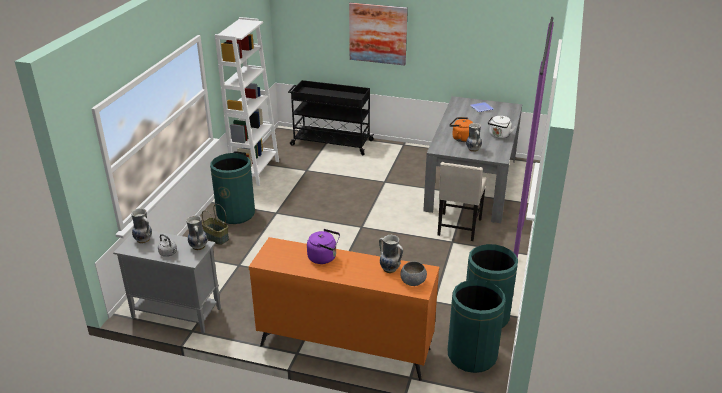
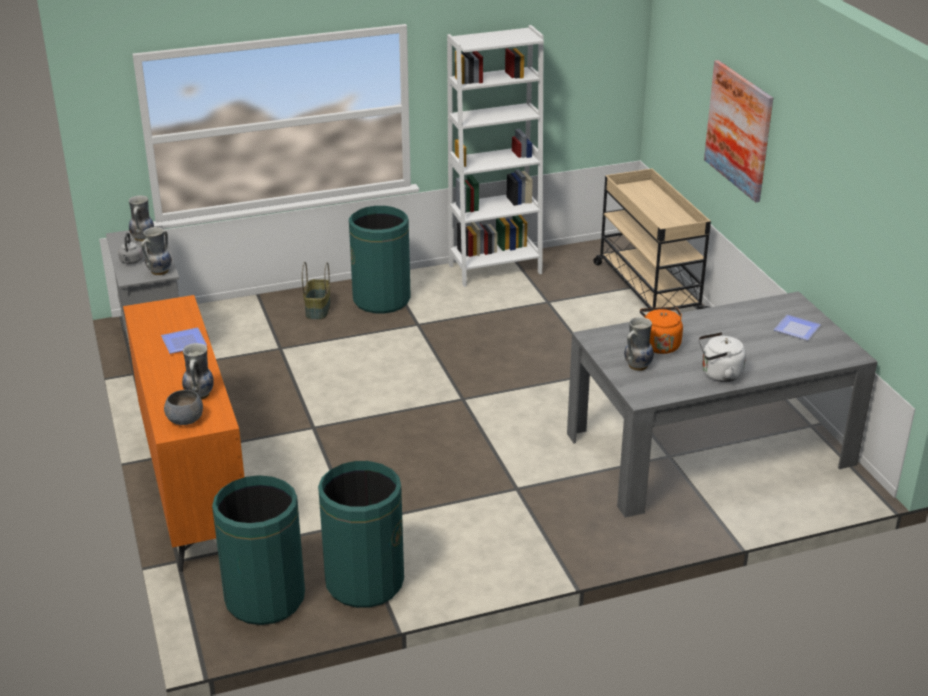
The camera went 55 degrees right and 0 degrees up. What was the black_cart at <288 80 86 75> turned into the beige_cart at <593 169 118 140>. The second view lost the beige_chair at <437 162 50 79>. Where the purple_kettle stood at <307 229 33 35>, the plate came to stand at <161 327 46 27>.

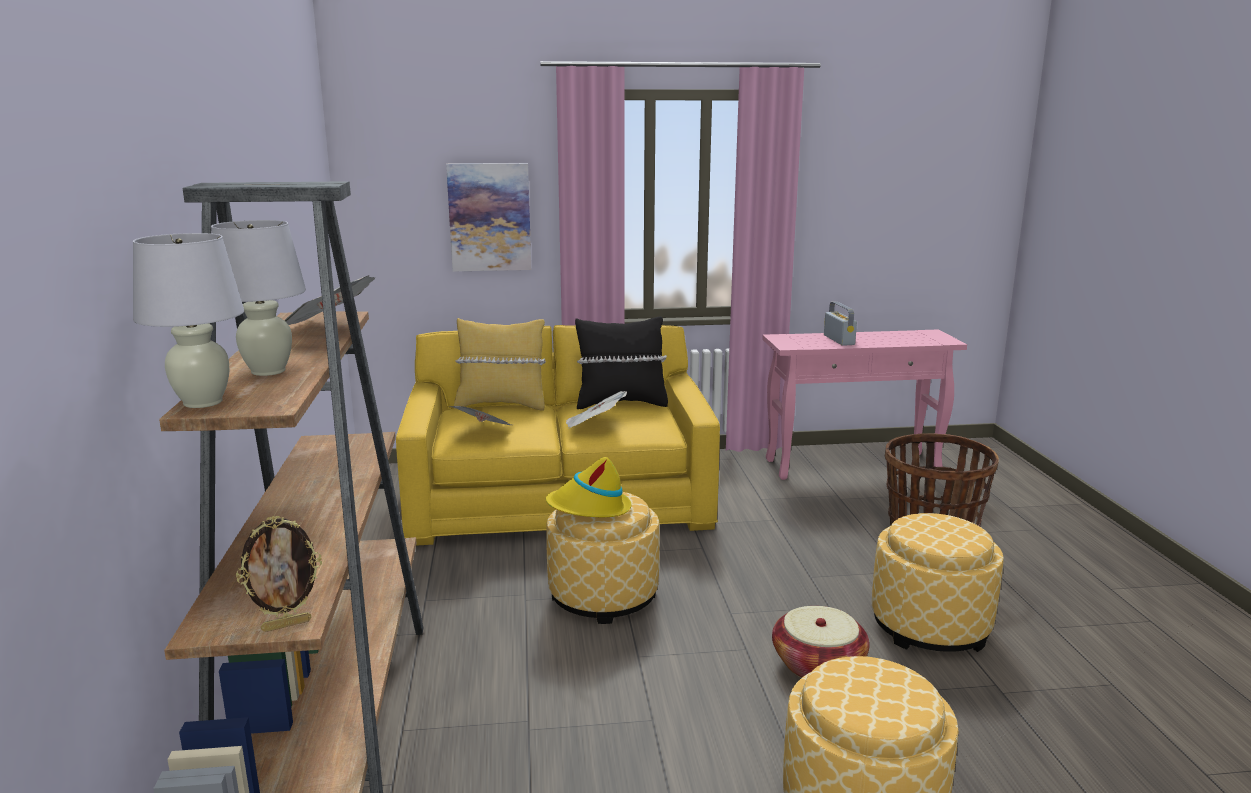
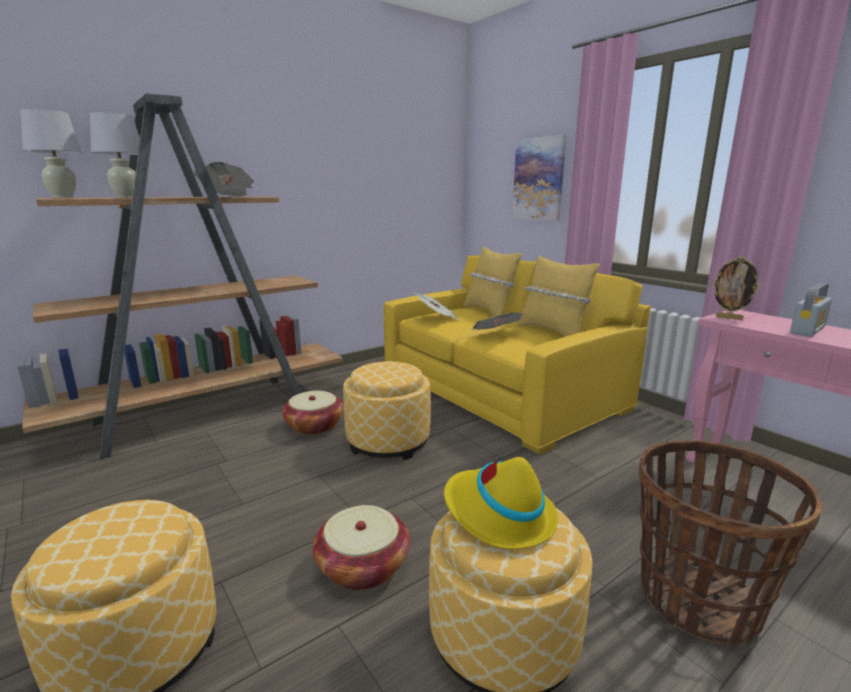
The camera went 60 degrees right and 0 degrees up. What was the black_pillow at <575 317 93 92> turned into the yellow_pillow at <517 255 83 82>. The yellow_hat ended up elsewhere, having gone from <546 457 85 60> to <444 457 114 92>. The picture_frame ended up elsewhere, having gone from <236 516 86 116> to <712 256 49 64>. The second view gained the basket at <282 391 62 44>.

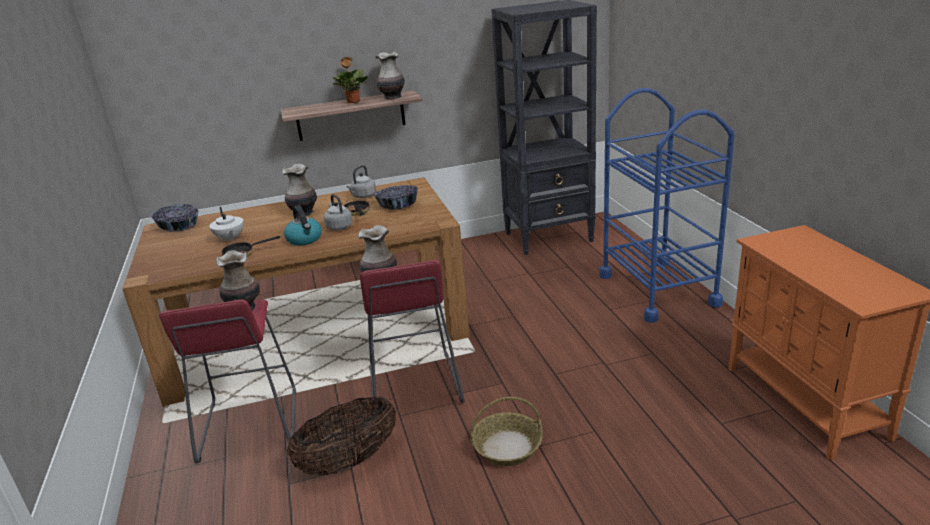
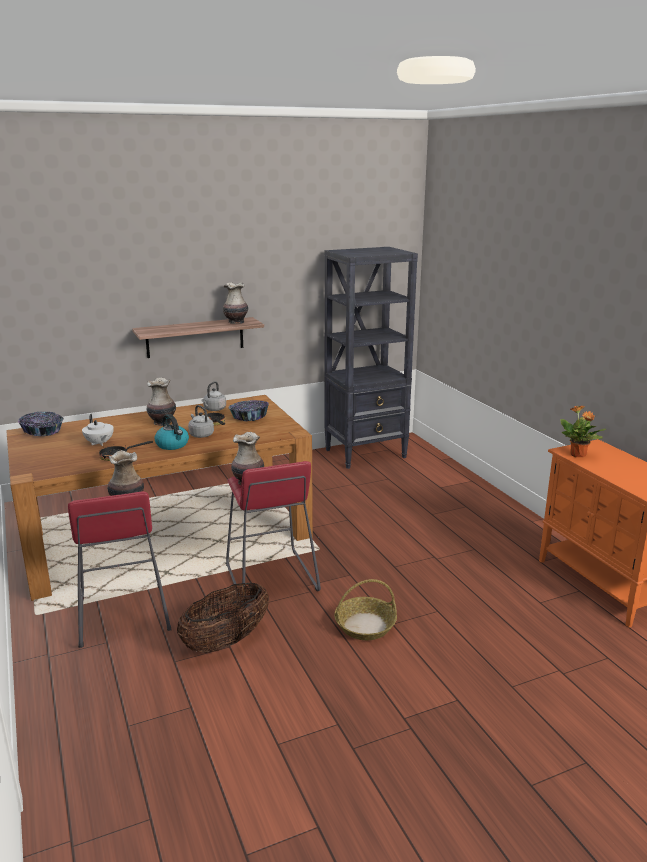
The camera went 10 degrees left and 5 degrees down. The potted_plant ended up elsewhere, having gone from <332 57 36 46> to <560 405 46 52>. The second view lost the blue_cart at <599 88 136 235>.

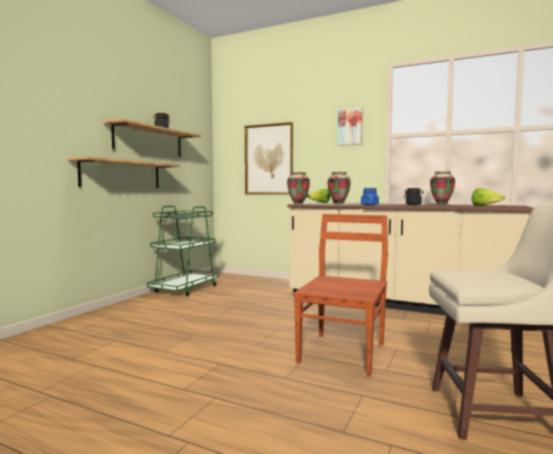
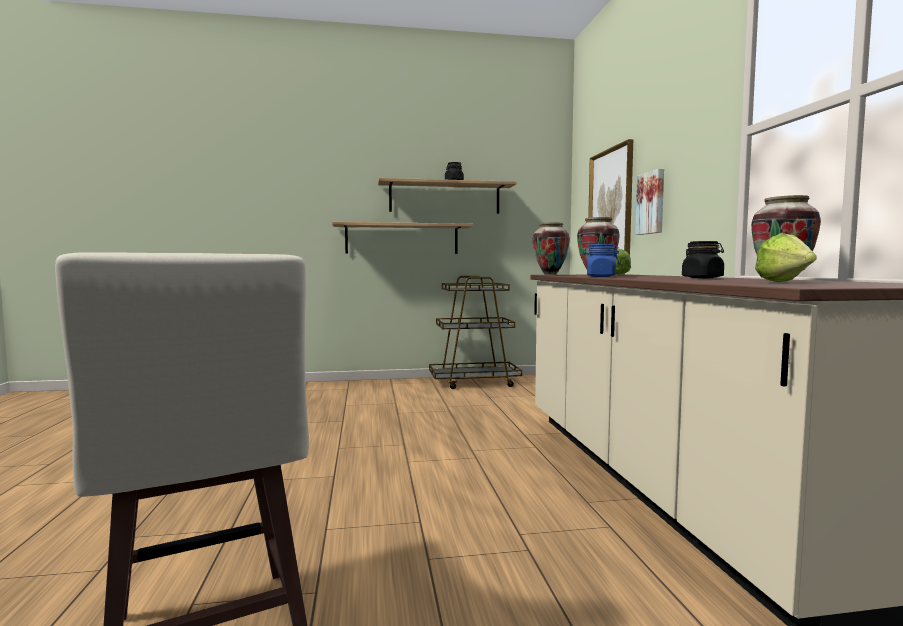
The camera went 55 degrees right and 0 degrees up. The picture ended up elsewhere, having gone from <338 107 24 39> to <635 169 29 66>. What was the green_cart at <147 206 72 91> turned into the brown_cart at <429 276 93 113>. The second view lost the brown_chair at <293 214 95 162>.

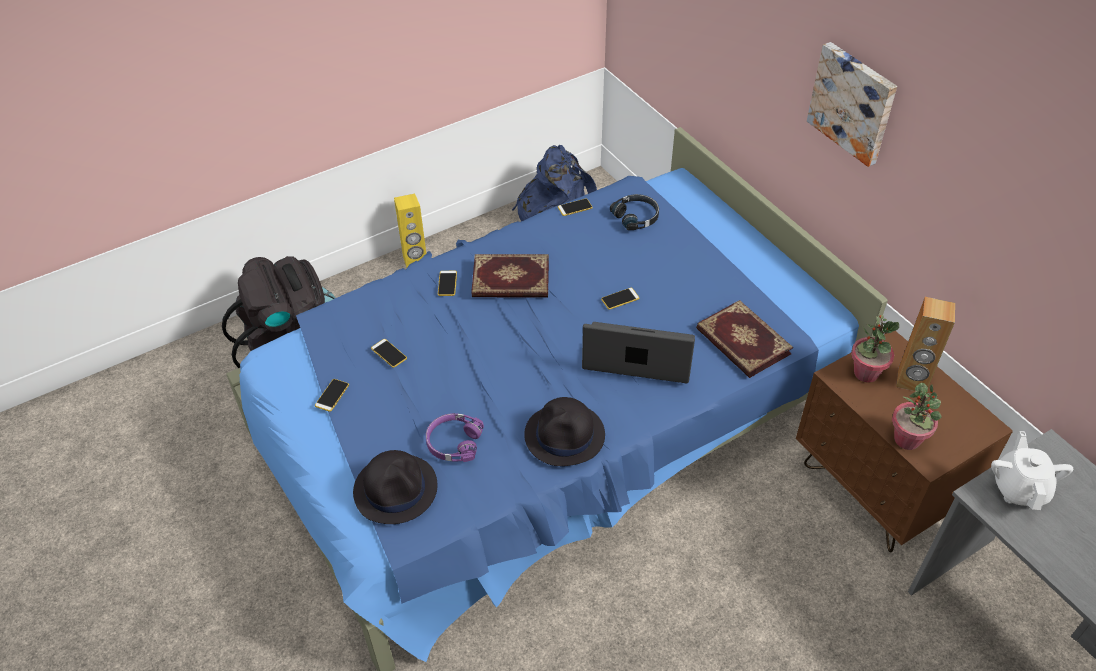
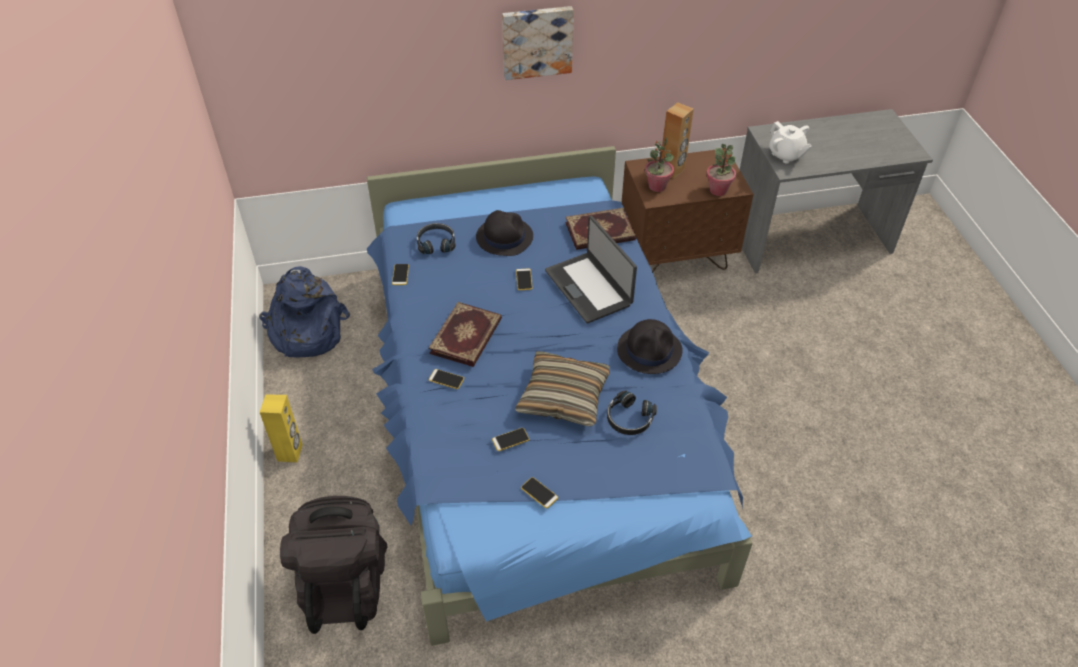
The camera went 70 degrees left and 0 degrees up. The laptop at <582 322 113 61> ended up facing another way, 60 degrees counterclockwise from before. What was the purple_headphones at <426 413 58 49> turned into the black_headphones at <607 390 50 45>. The white_teapot at <991 431 82 79> ended up facing another way, 150 degrees counterclockwise from before. The black_hat ended up elsewhere, having gone from <353 450 84 74> to <476 210 57 46>. The second view gained the pillow at <515 351 95 75>.

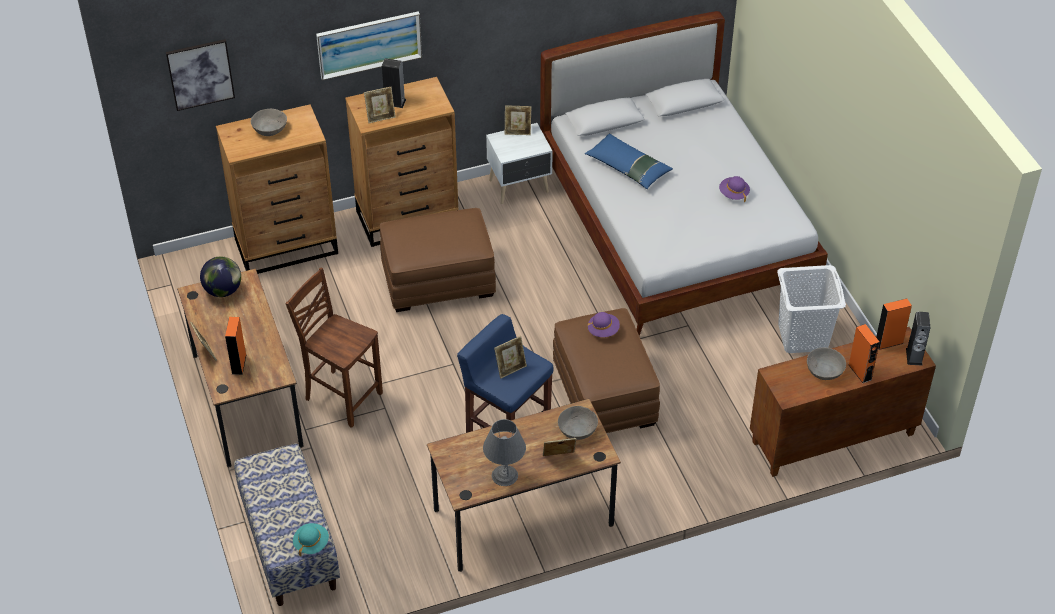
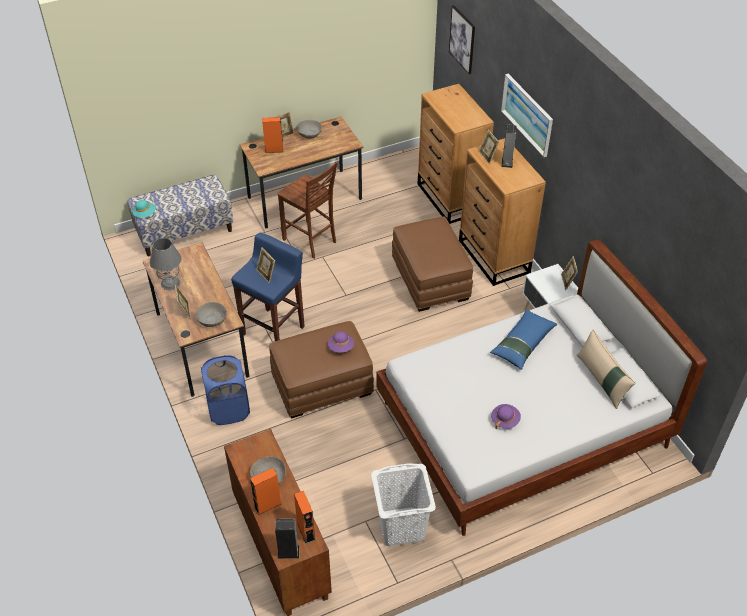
The camera went 85 degrees right and 0 degrees up. The grey_bowl ended up elsewhere, having gone from <251 109 36 27> to <297 120 25 19>. The second view lost the globe at <200 256 41 41>. The brown_chair at <285 267 98 161> ended up facing another way, 105 degrees clockwise from before. The second view gained the beige_pillow at <577 330 59 79>. The second view gained the blue_laundry_basket at <201 355 49 70>.

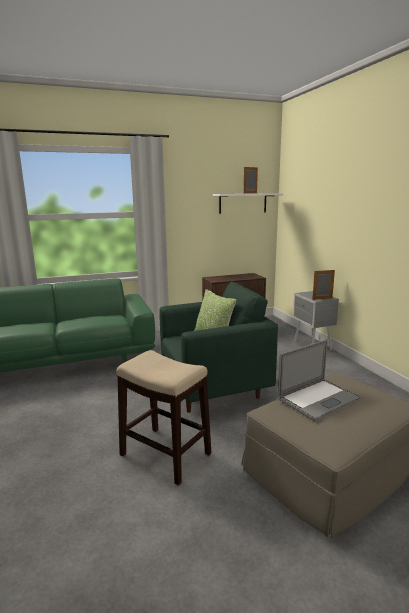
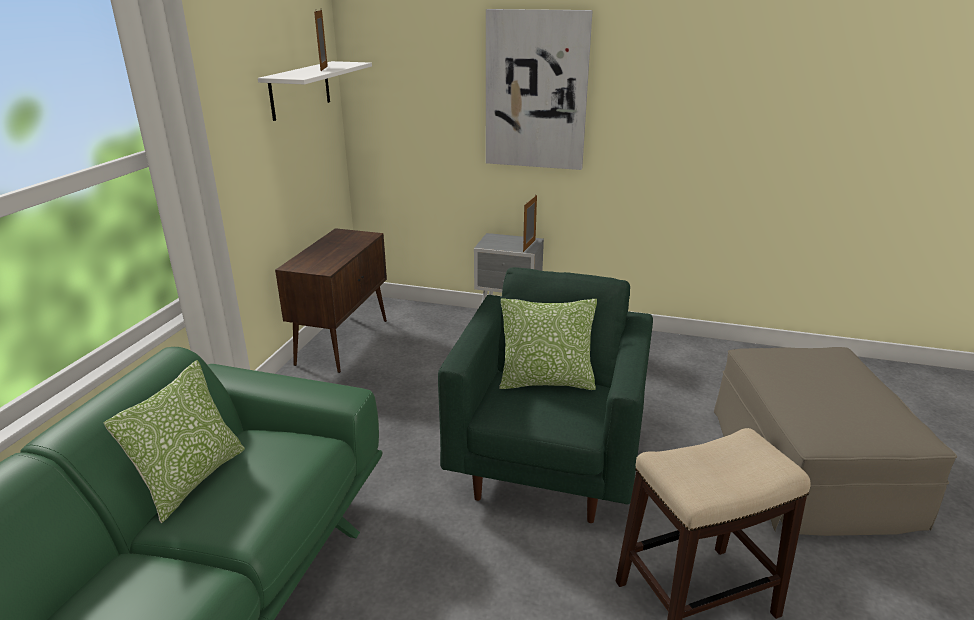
The camera went 55 degrees left and 10 degrees up. The second view lost the laptop at <277 339 85 82>. The second view gained the picture at <486 9 107 161>. The second view gained the pillow at <103 360 142 163>.

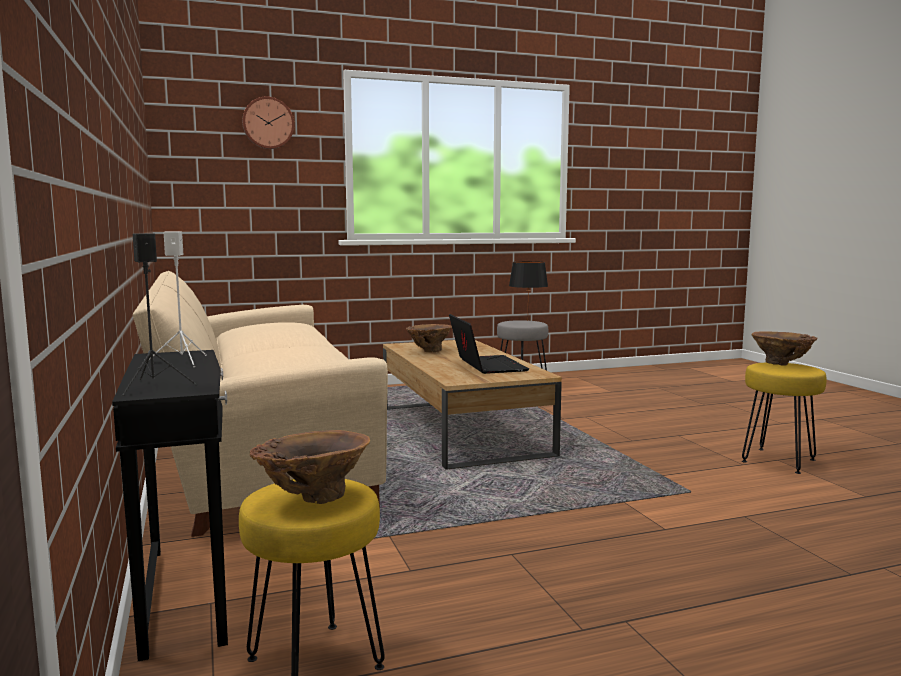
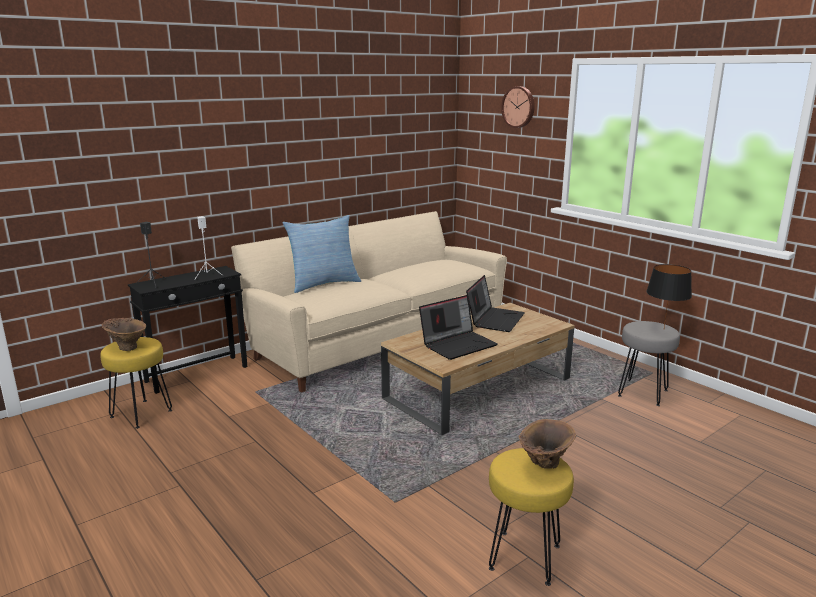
The camera went 70 degrees right and 10 degrees up. Where the brown_vase stood at <406 324 46 28>, the laptop came to stand at <466 275 59 57>. The second view gained the pillow at <282 215 79 78>.

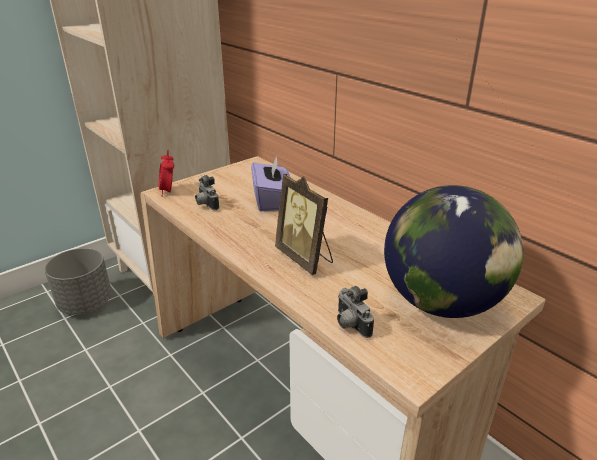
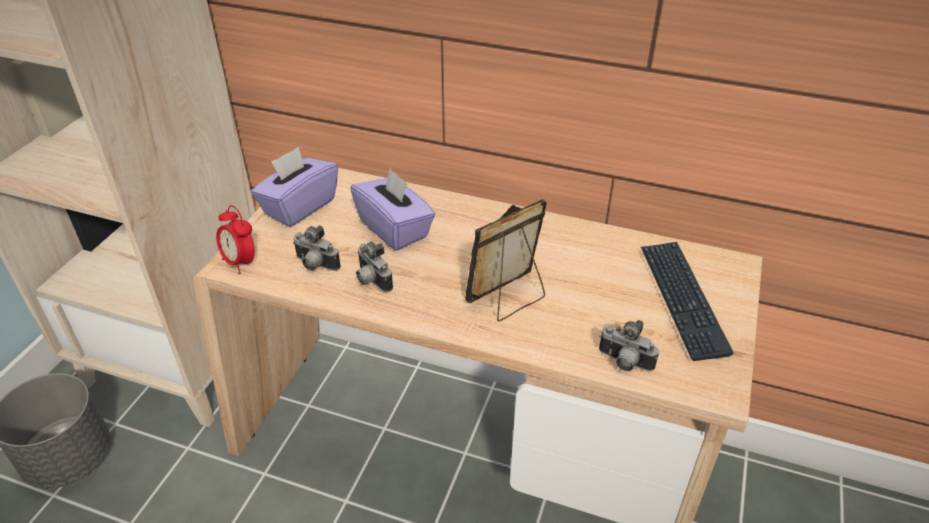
The camera went 30 degrees left and 10 degrees up. The picture_frame at <275 174 58 101> ended up facing another way, 120 degrees clockwise from before. Where the globe stood at <384 185 139 133>, the keyboard came to stand at <641 242 93 119>. The second view gained the purple_tissue_box at <251 147 87 80>. The second view gained the photo_camera at <356 241 37 51>.

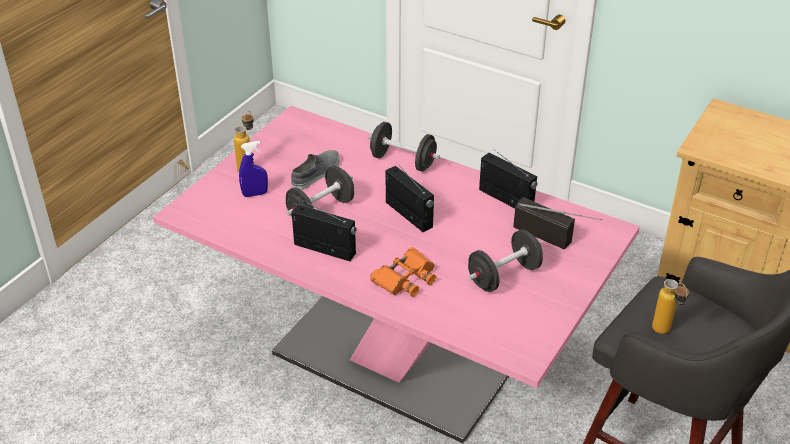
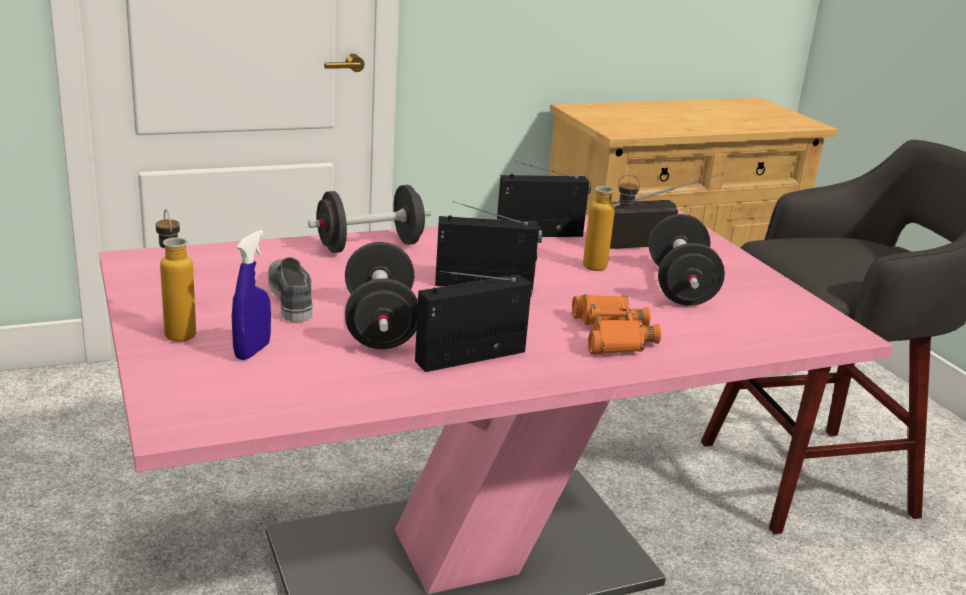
The camera went 55 degrees left and 15 degrees down. The bottle ended up elsewhere, having gone from <652 279 37 55> to <583 174 57 97>.

